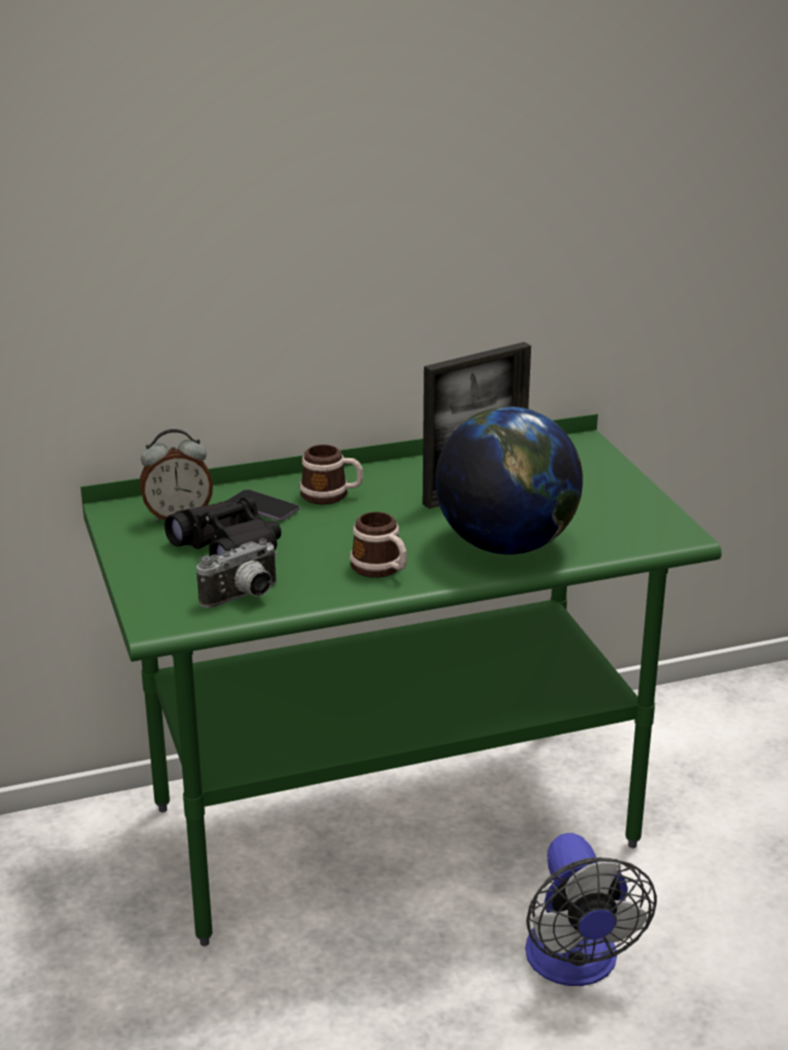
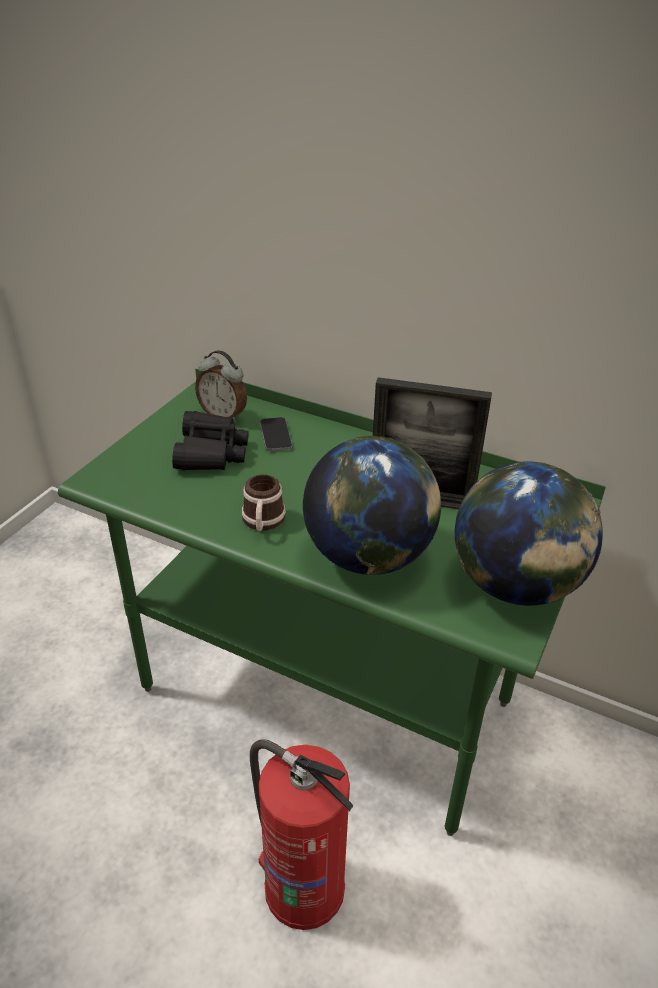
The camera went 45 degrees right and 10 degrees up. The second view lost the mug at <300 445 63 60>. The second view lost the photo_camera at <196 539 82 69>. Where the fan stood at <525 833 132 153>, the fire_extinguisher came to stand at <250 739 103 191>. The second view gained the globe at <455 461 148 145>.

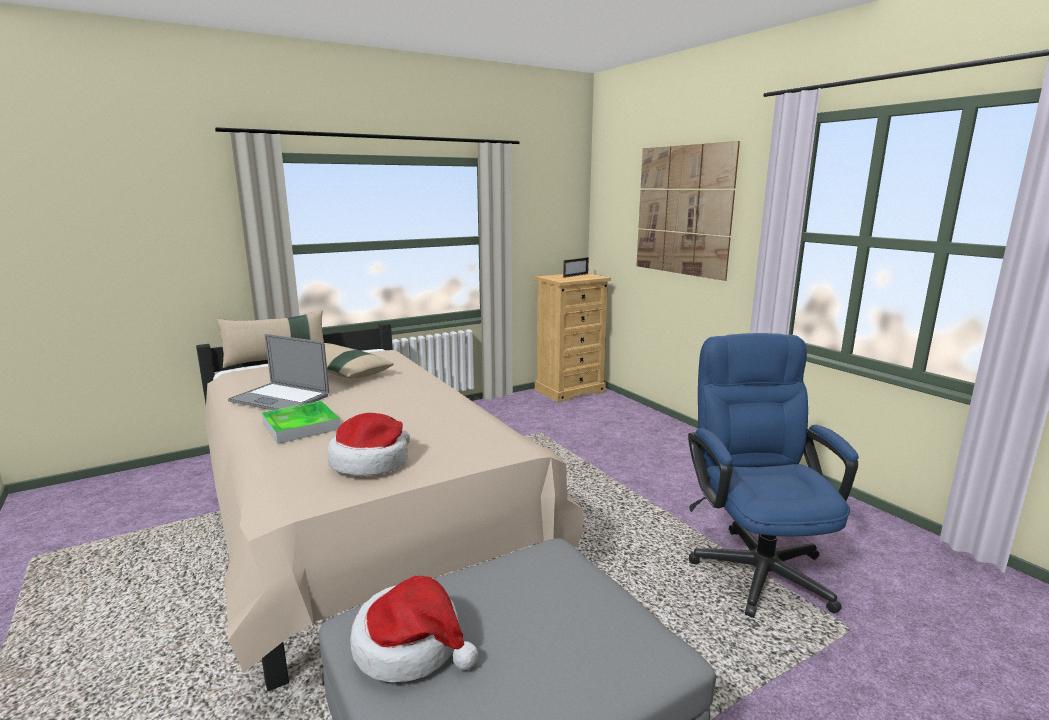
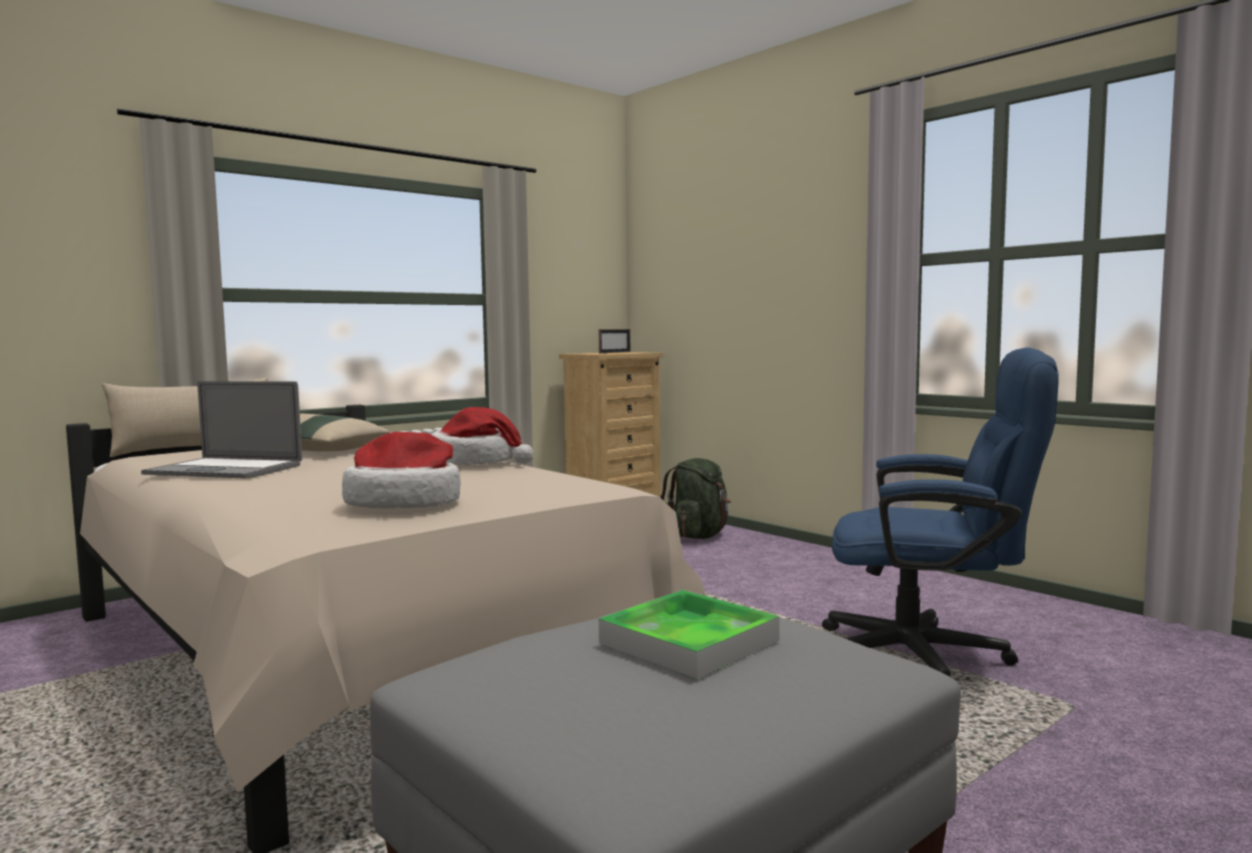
The camera went 10 degrees left and 10 degrees down. The second view lost the picture at <636 141 104 140>. The blue_office_chair at <688 333 171 285> ended up facing another way, 120 degrees clockwise from before. The tray ended up elsewhere, having gone from <262 401 78 43> to <599 590 180 89>. The hat ended up elsewhere, having gone from <350 576 128 107> to <431 407 103 58>. The second view gained the green_backpack at <660 458 71 81>.

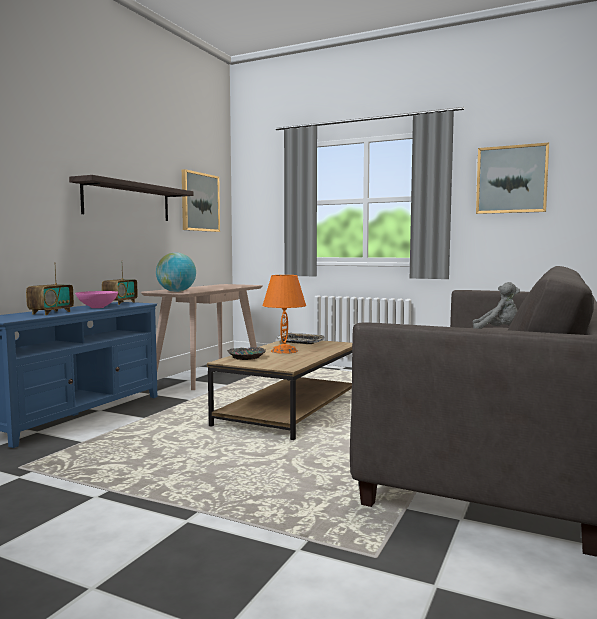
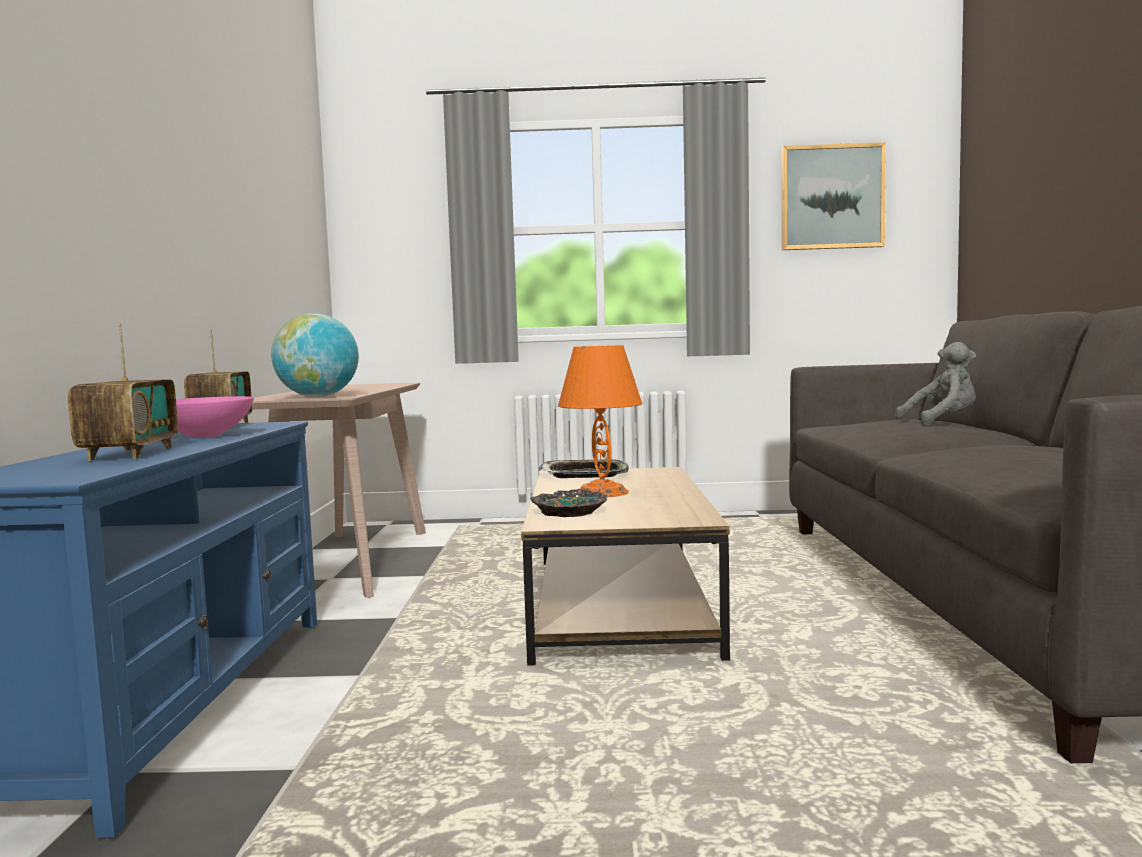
The camera went 25 degrees left and 0 degrees up. The second view lost the picture at <182 169 38 63>. The second view lost the shelf at <69 175 125 46>.

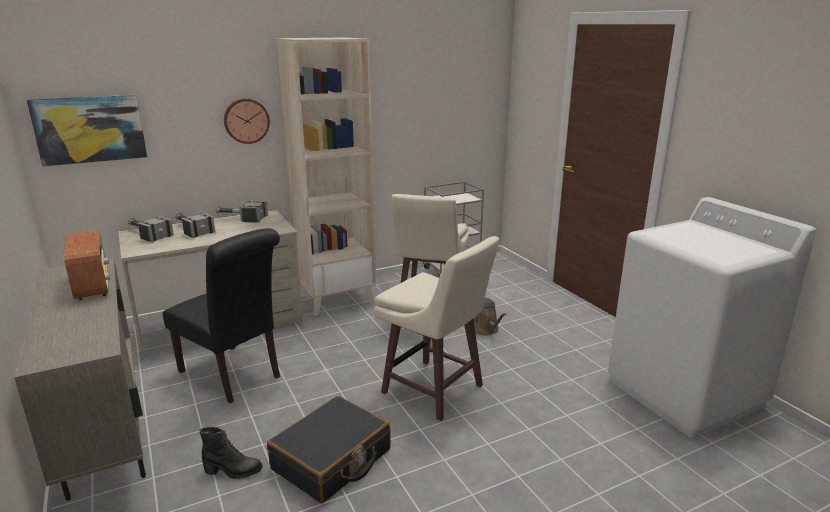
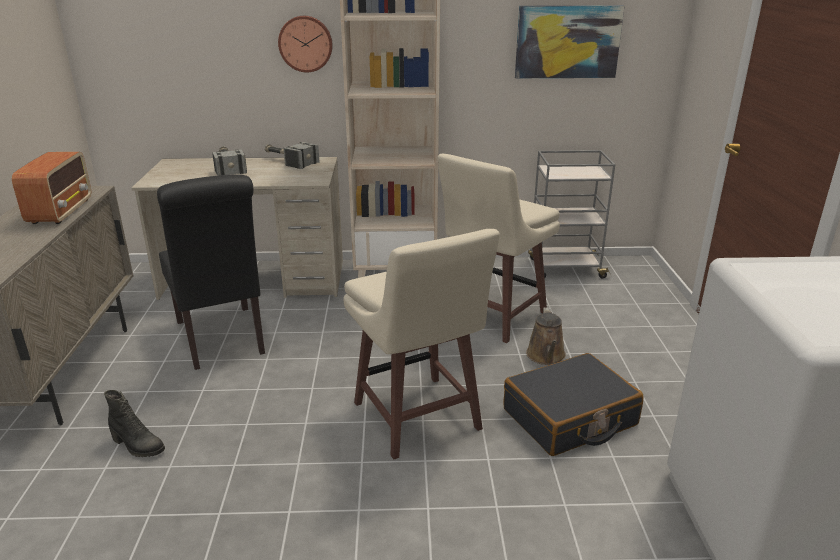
The camera went 25 degrees right and 5 degrees up. The picture ended up elsewhere, having gone from <27 95 120 72> to <515 5 109 73>. The second view lost the hammer at <128 217 46 25>. The black_suitcase ended up elsewhere, having gone from <267 396 124 107> to <503 353 141 103>.

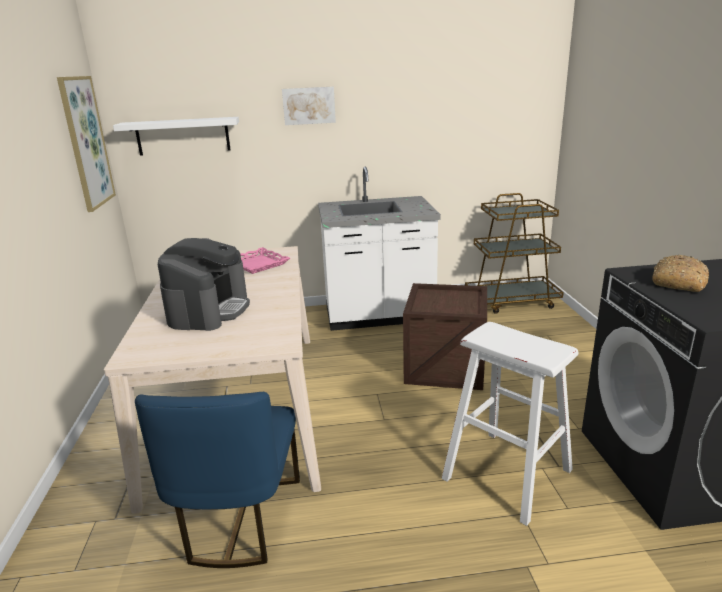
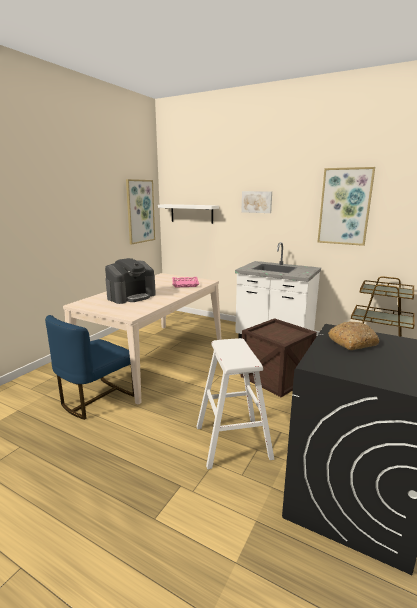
The camera went 35 degrees right and 5 degrees down. The second view gained the picture at <318 167 57 79>.

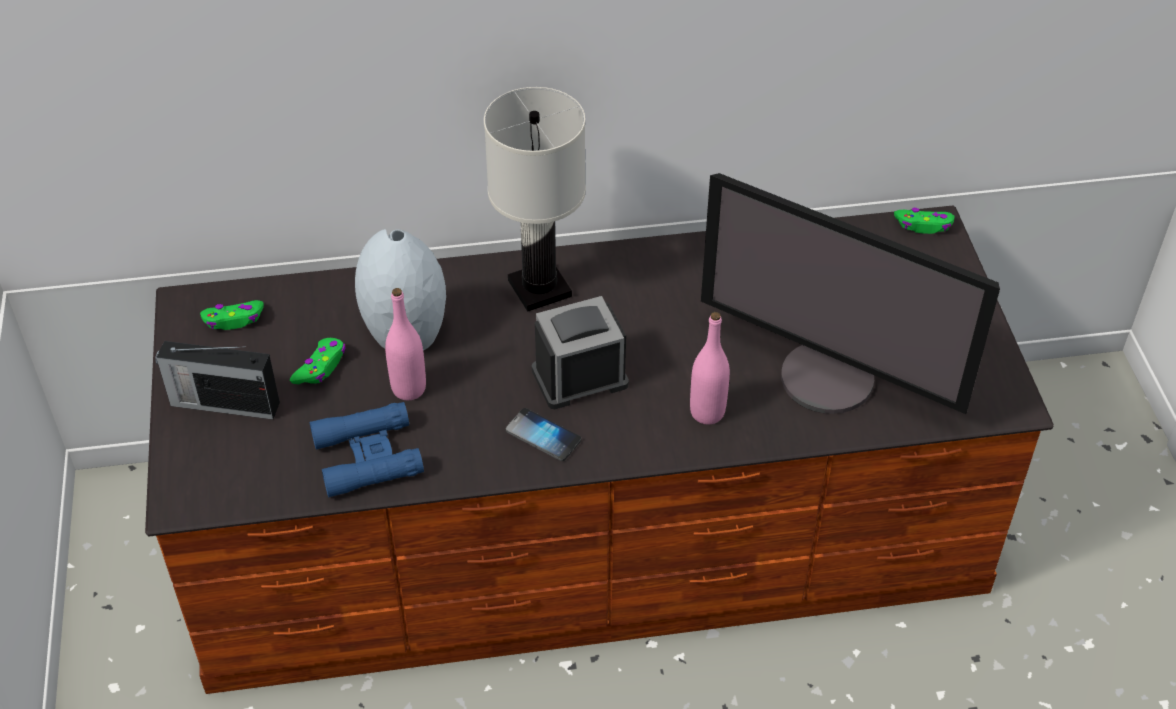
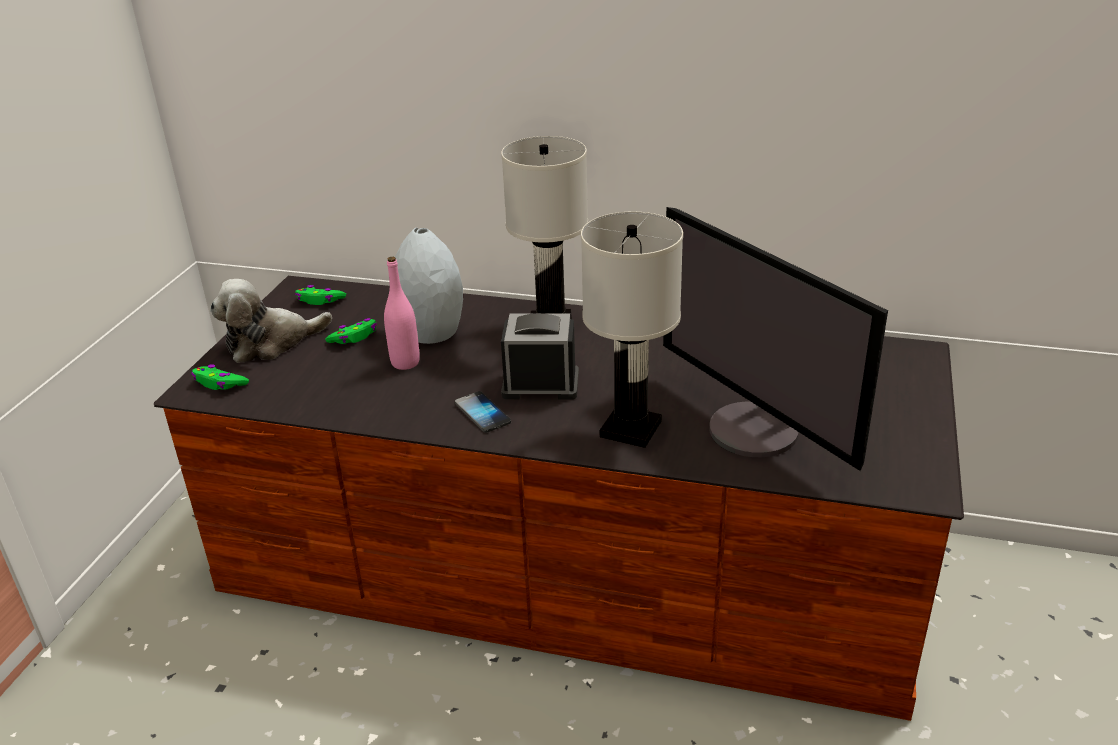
The camera went 25 degrees right and 15 degrees down. The green_game_controller ended up elsewhere, having gone from <894 208 60 26> to <191 364 58 26>. Where the pink_bottle stood at <690 312 40 112>, the white_table_lamp came to stand at <581 212 102 236>. Where the radio stood at <155 341 125 79>, the plush_toy came to stand at <210 279 122 84>. The second view lost the blue_binoculars at <310 402 114 95>.

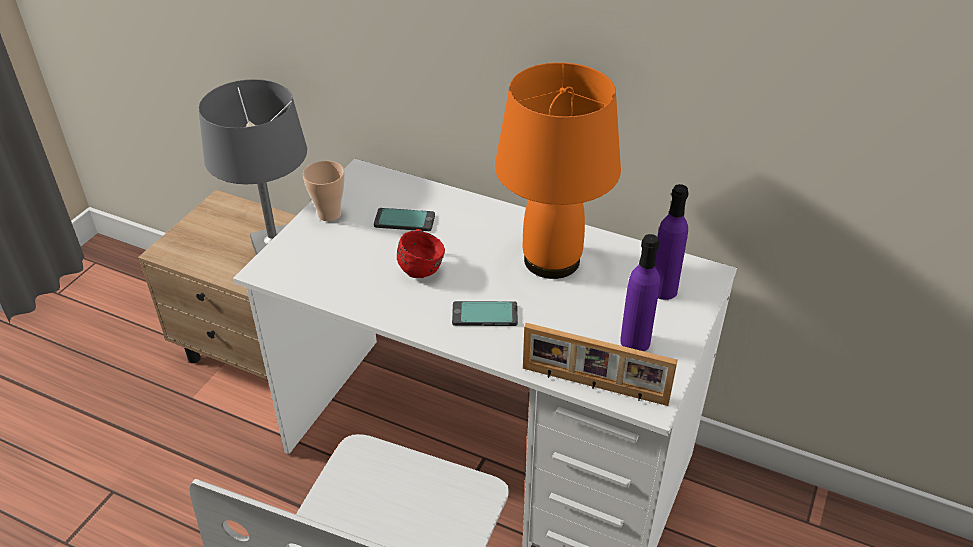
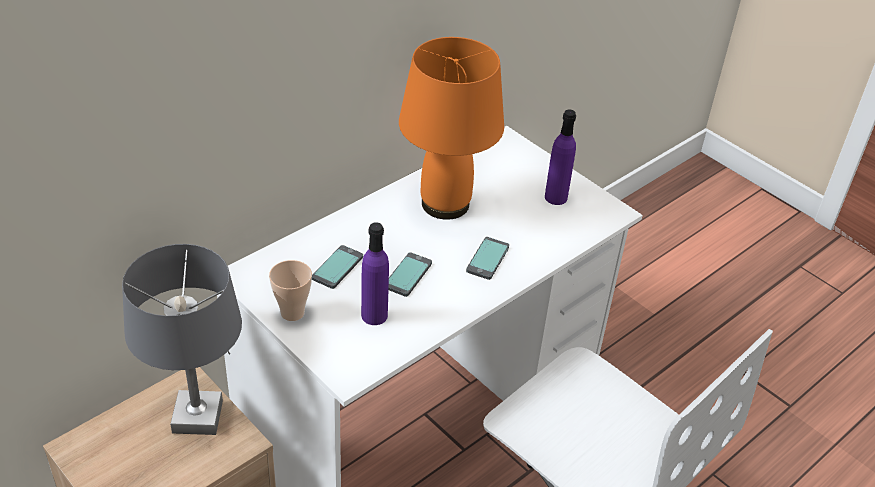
The camera went 70 degrees left and 0 degrees up. The purple_bottle ended up elsewhere, having gone from <655 184 34 116> to <361 222 28 103>. Where the red_mug stood at <397 229 48 49>, the phone came to stand at <388 252 44 45>. The second view lost the picture_frame at <523 323 155 83>.

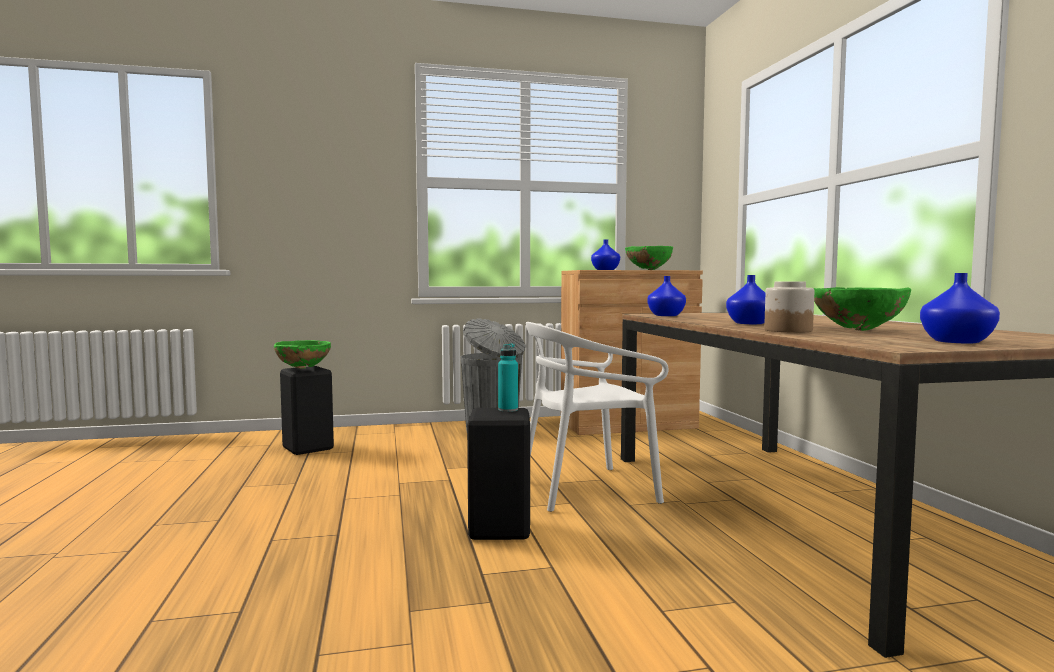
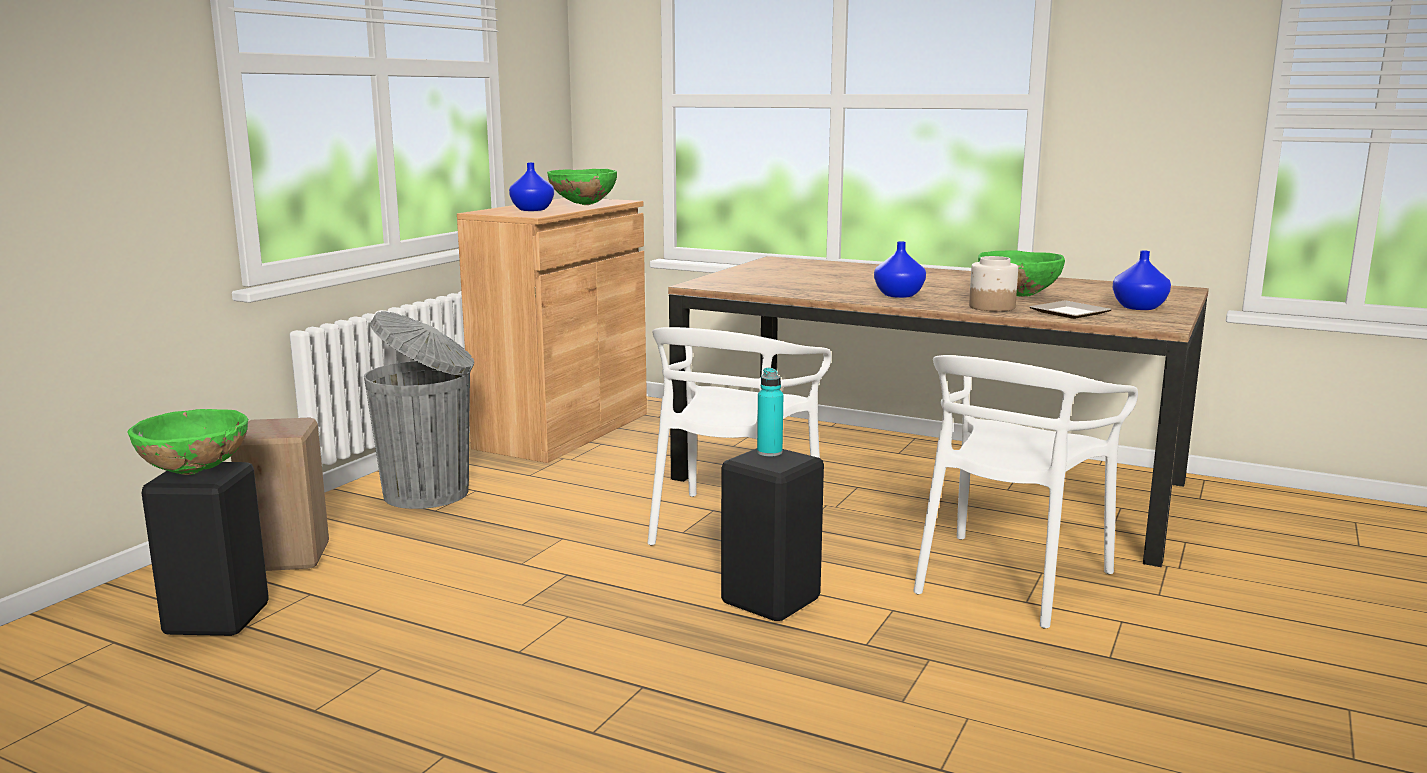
The camera went 50 degrees left and 10 degrees up. The second view lost the blue_vase at <647 276 39 40>. The second view gained the plate at <1030 301 82 18>. The second view gained the white_chair at <913 355 225 274>. The second view gained the beige_stool at <231 418 98 153>.

